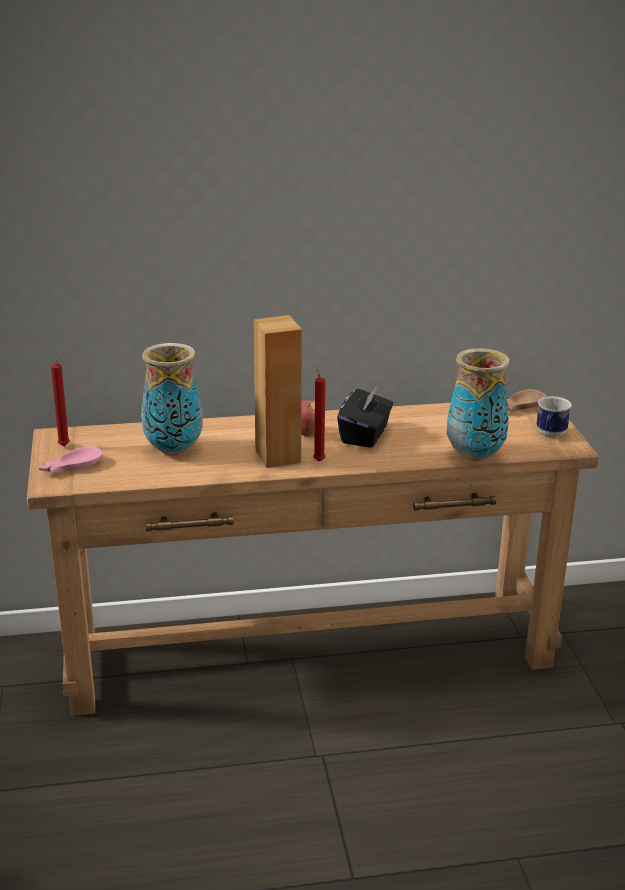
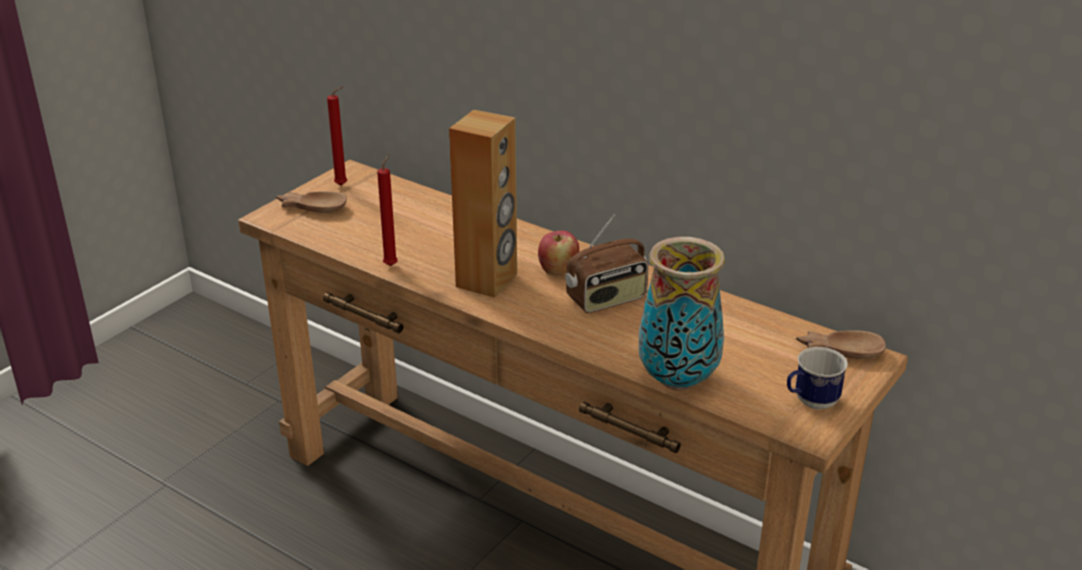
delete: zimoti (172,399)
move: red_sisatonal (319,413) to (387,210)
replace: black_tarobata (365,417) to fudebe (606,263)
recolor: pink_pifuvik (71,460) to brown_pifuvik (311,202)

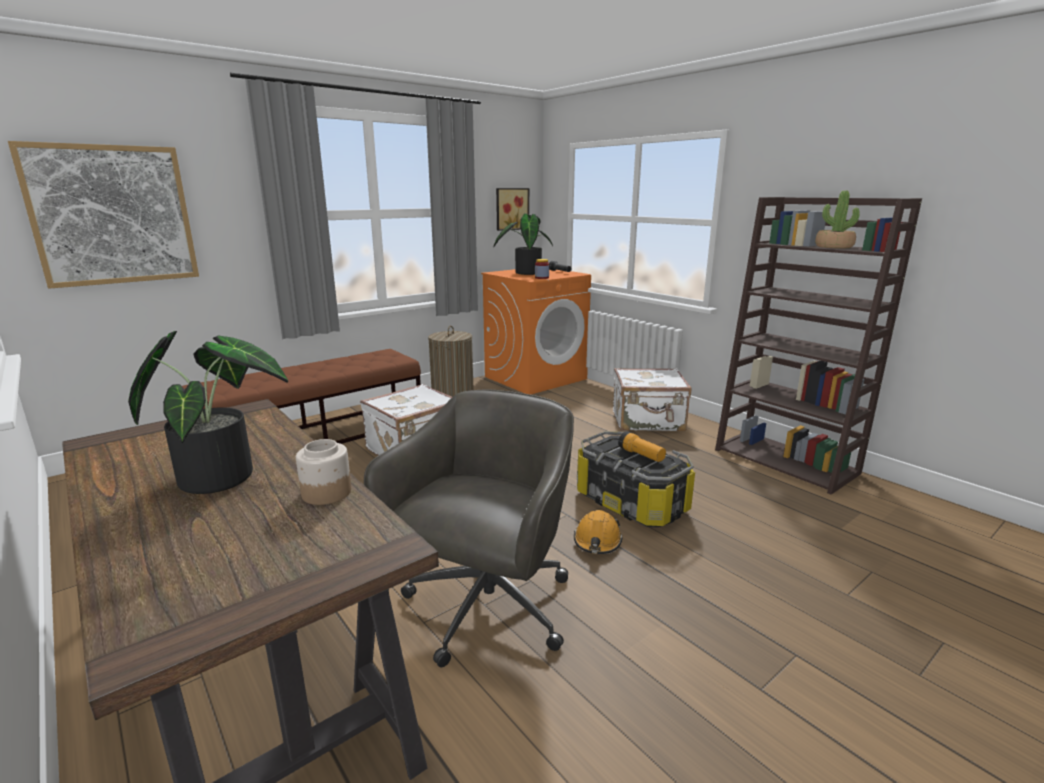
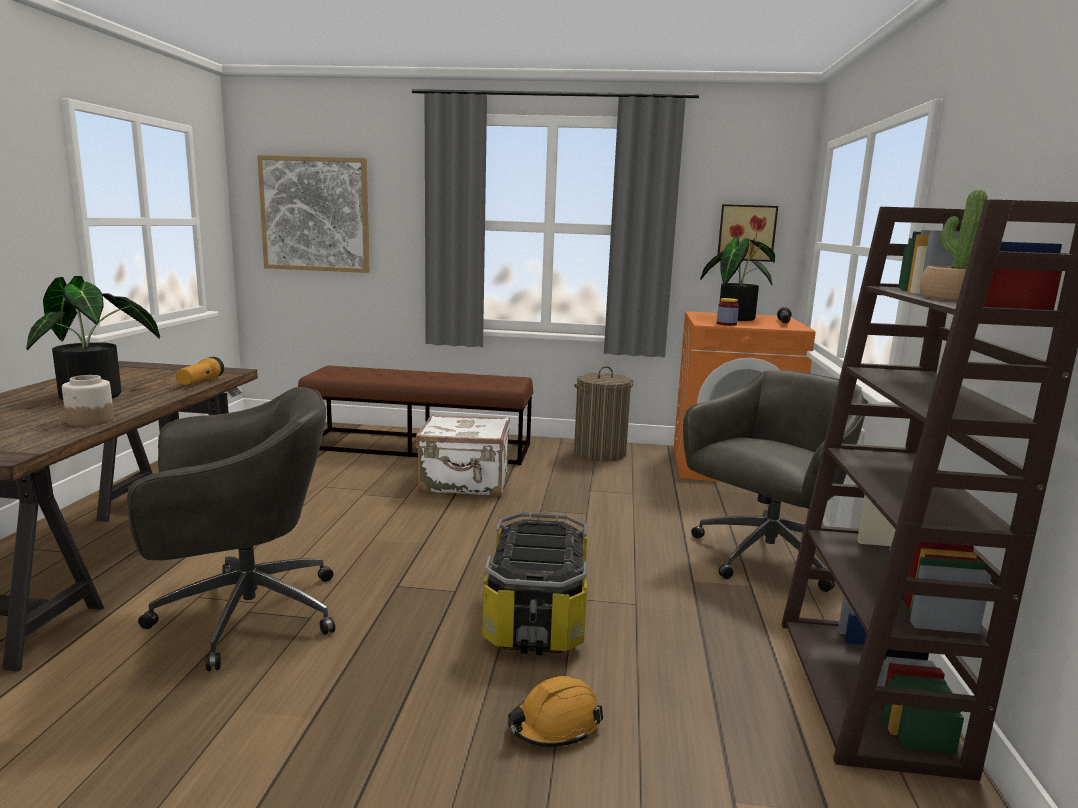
move: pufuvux (642,446) to (200,371); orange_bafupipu (598,532) to (555,711)
replace: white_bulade (652,399) to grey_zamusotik (775,481)

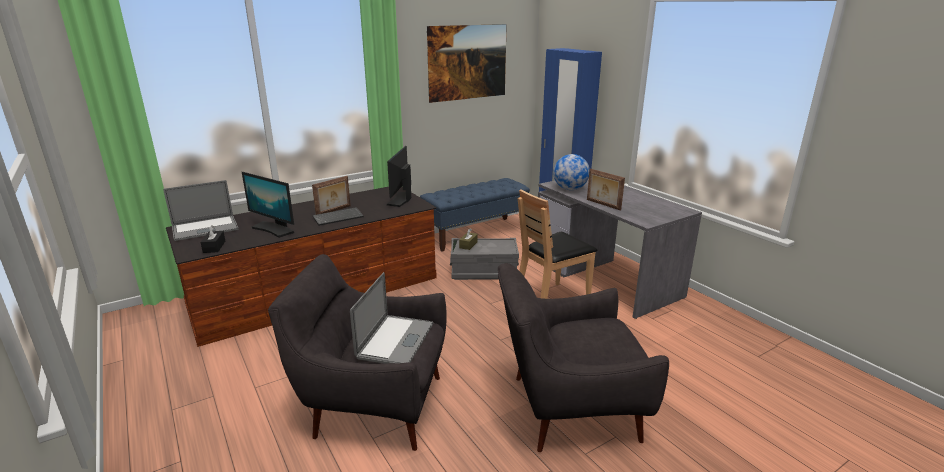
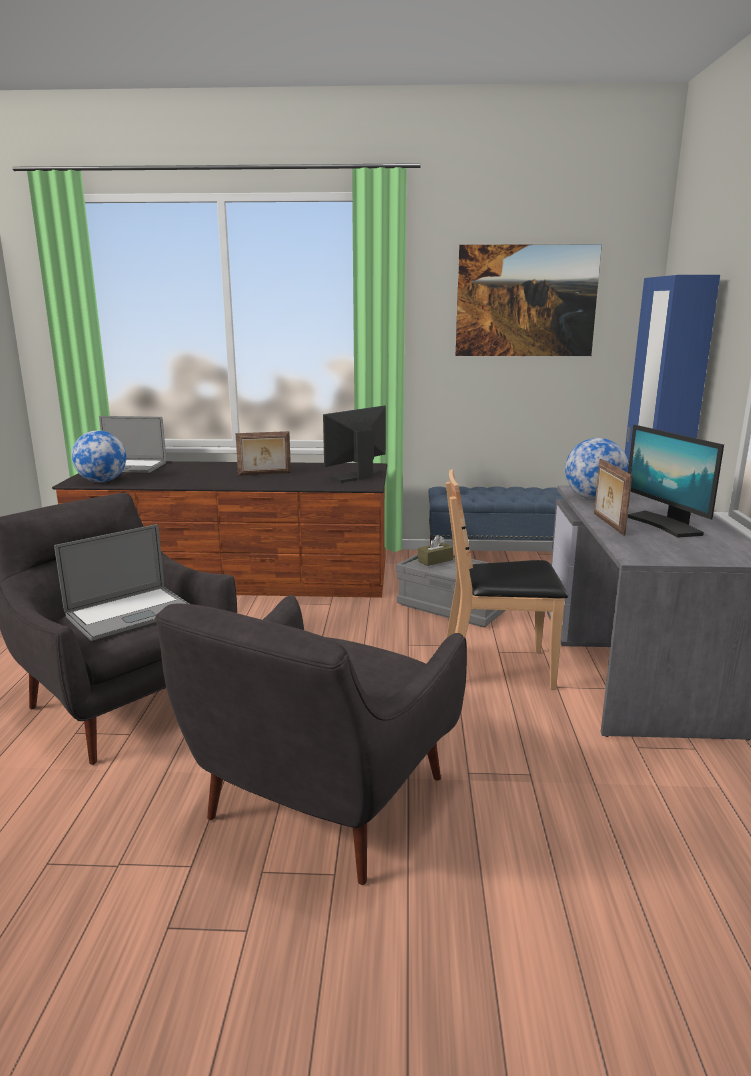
delete: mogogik (338,216)
move: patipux (268,205) to (675,481)
replace: black_tarobata (212,239) to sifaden (98,456)
rotate: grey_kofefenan (583,357) = (311,740) 90 degrees counterclockwise

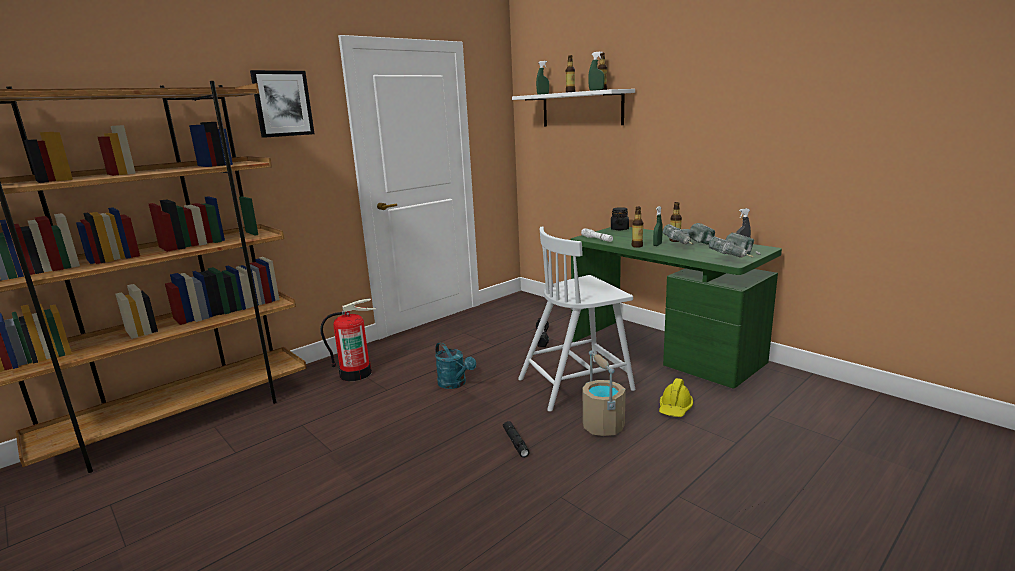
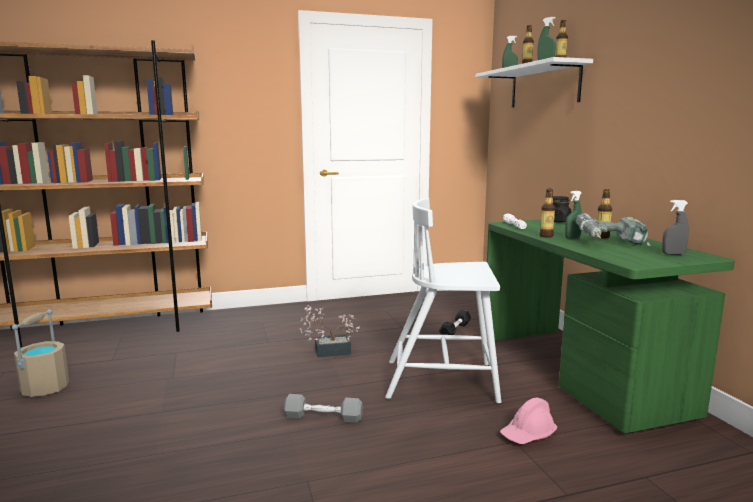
delete: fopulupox (282,104); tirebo (735,245); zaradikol (348,339)
move: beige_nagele (604,393) to (40,353)
replace: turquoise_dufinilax (455,365) to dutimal (330,331); black_pufuvux (516,439) to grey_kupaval (323,408)
recolor: yellow_bafupipu (676,397) to pink_bafupipu (528,421)

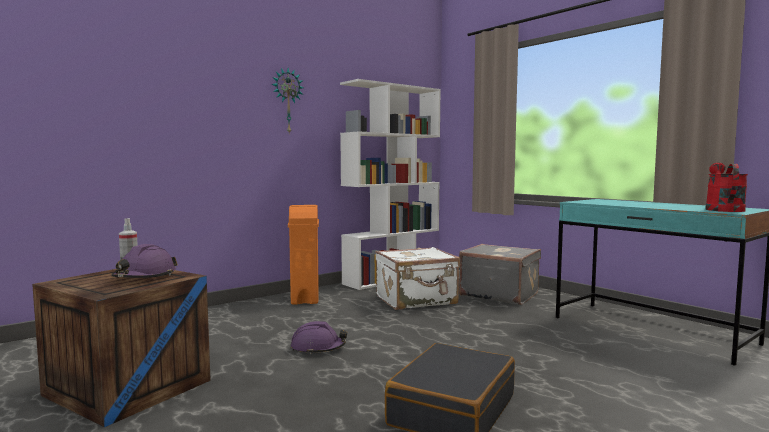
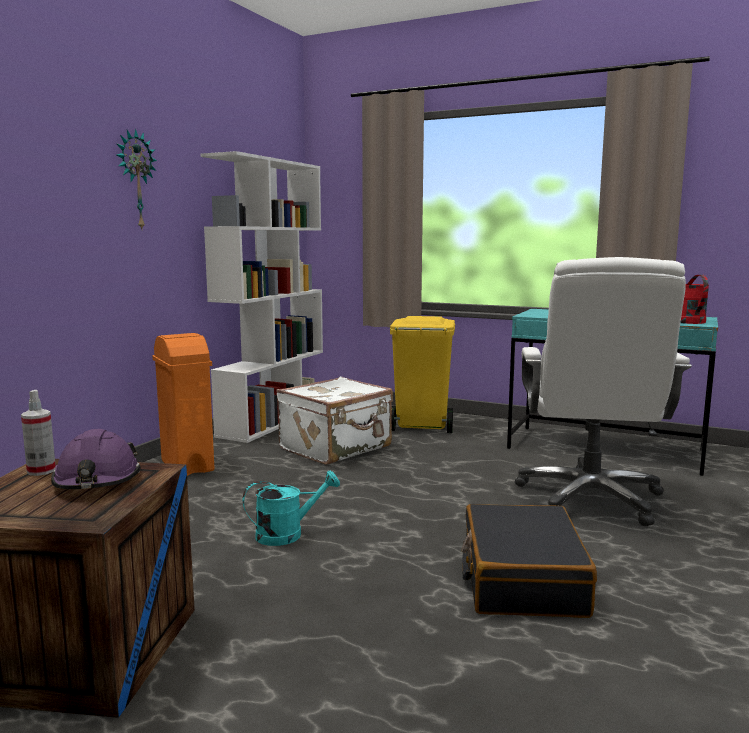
insert: white_zamusotik (603,391)
replace: grey_bulade (500,274) to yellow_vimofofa (422,374); purple_bafupipu (319,338) to turquoise_dufinilax (291,508)

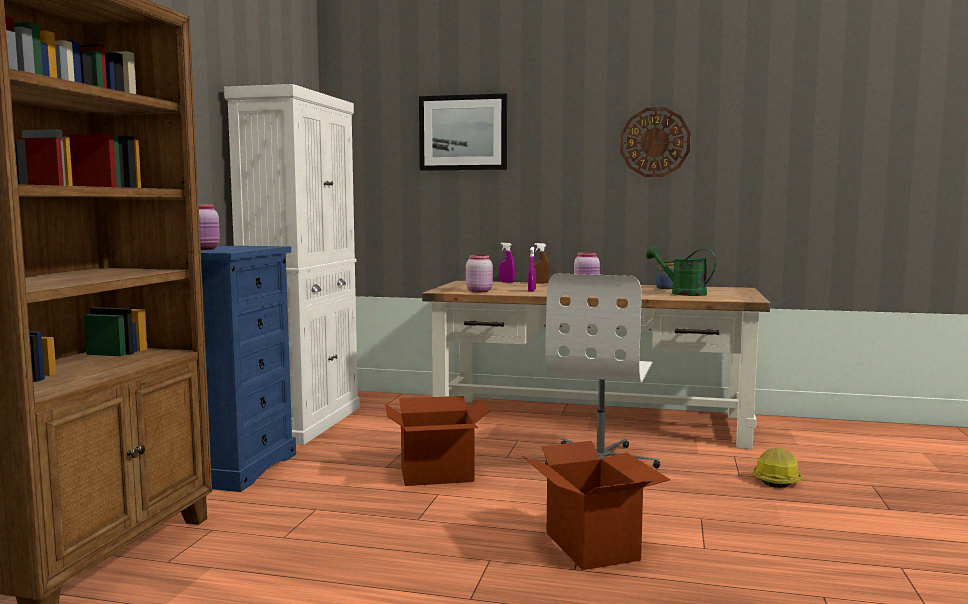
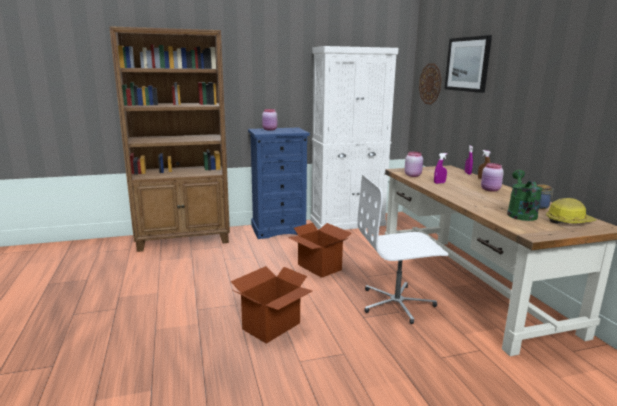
move: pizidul (655,142) to (430,84); bafupipu (777,468) to (571,211)

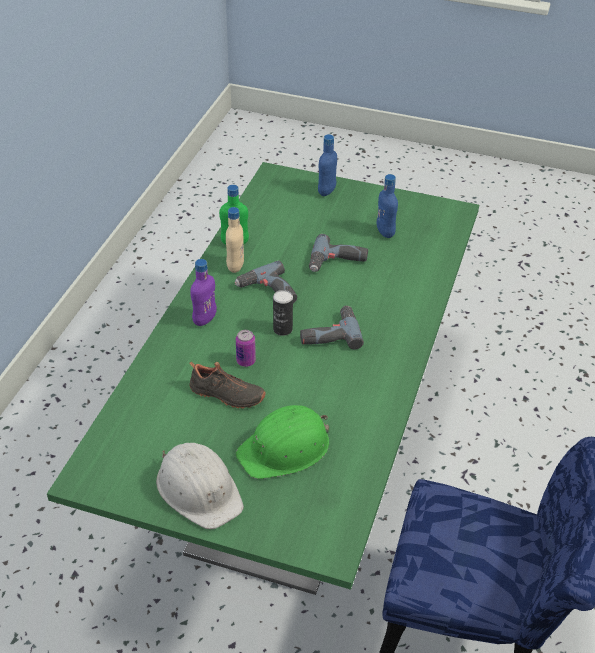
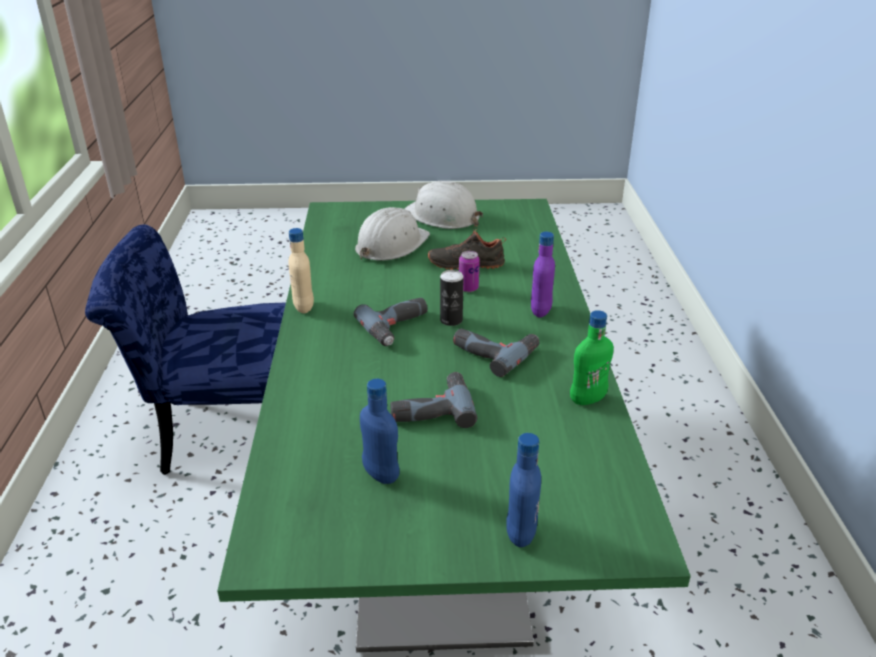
move: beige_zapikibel (235,240) to (301,270)
recolor: green_bafupipu (282,442) to white_bafupipu (392,234)

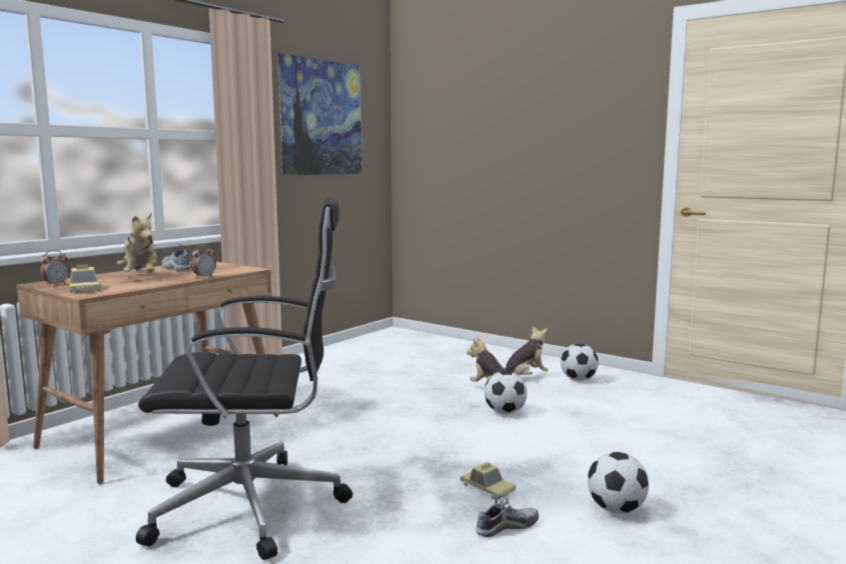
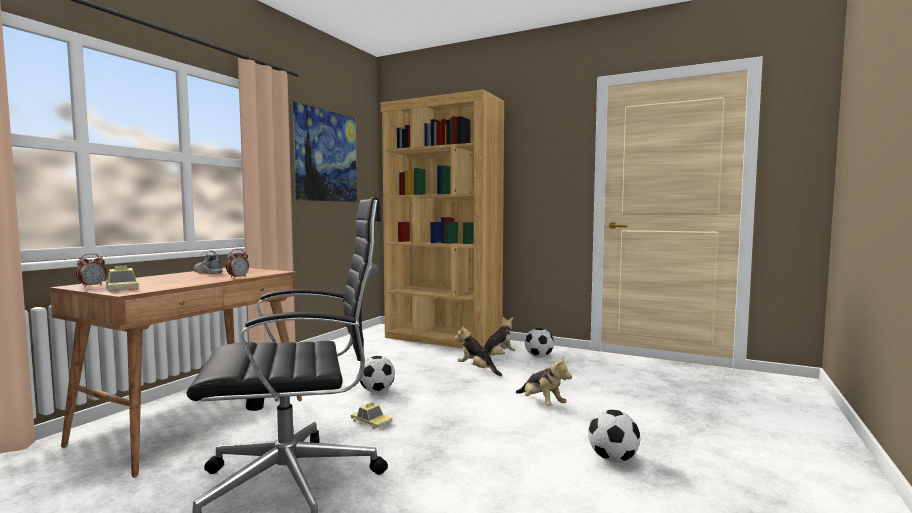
delete: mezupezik (507,516)
insert: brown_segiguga (442,219)
move: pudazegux (137,242) to (544,381); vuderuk (505,392) to (377,374); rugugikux (488,480) to (371,415)

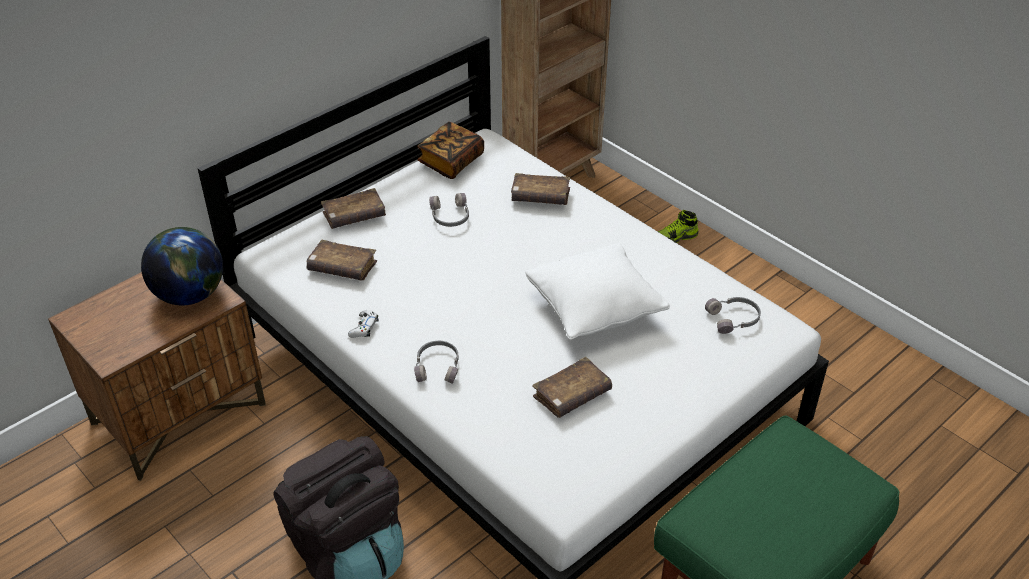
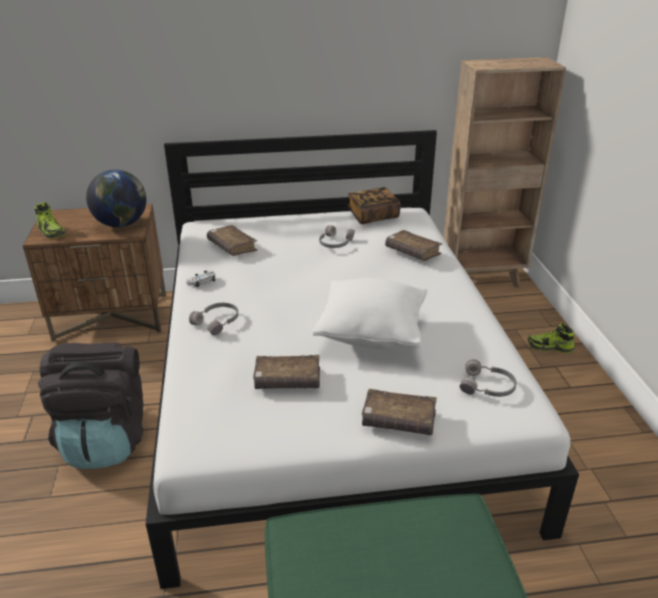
insert: mezupezik (50,220)
move: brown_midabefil (353,208) to (399,412)

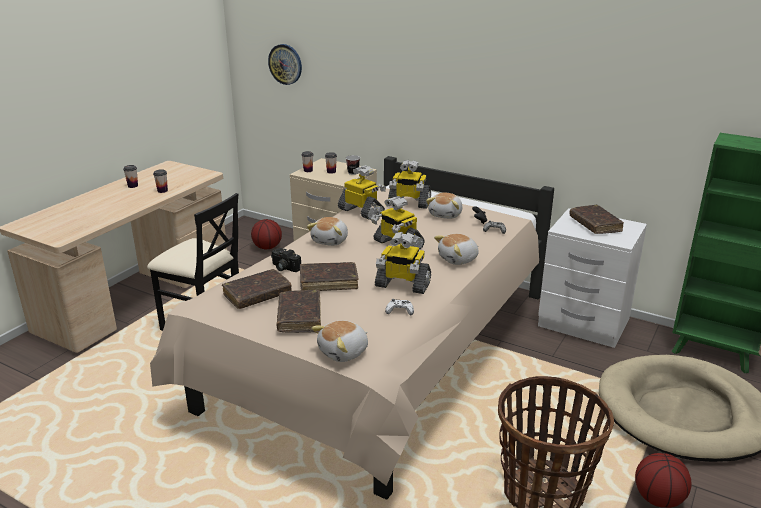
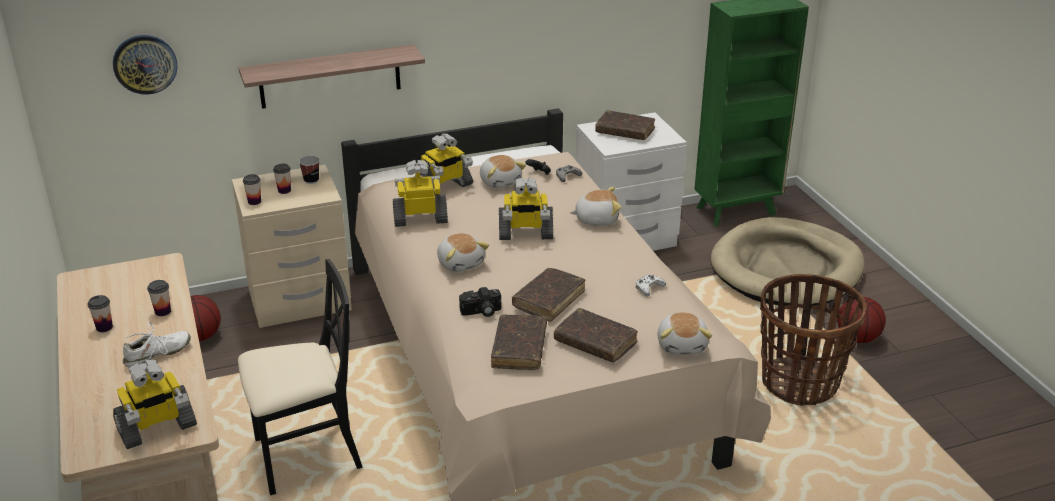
insert: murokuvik (332,76); white_mezupezik (157,344)
move: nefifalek (403,263) to (155,404)
rotate: pudazegux (456,249) = (595,206) 105 degrees counterclockwise

